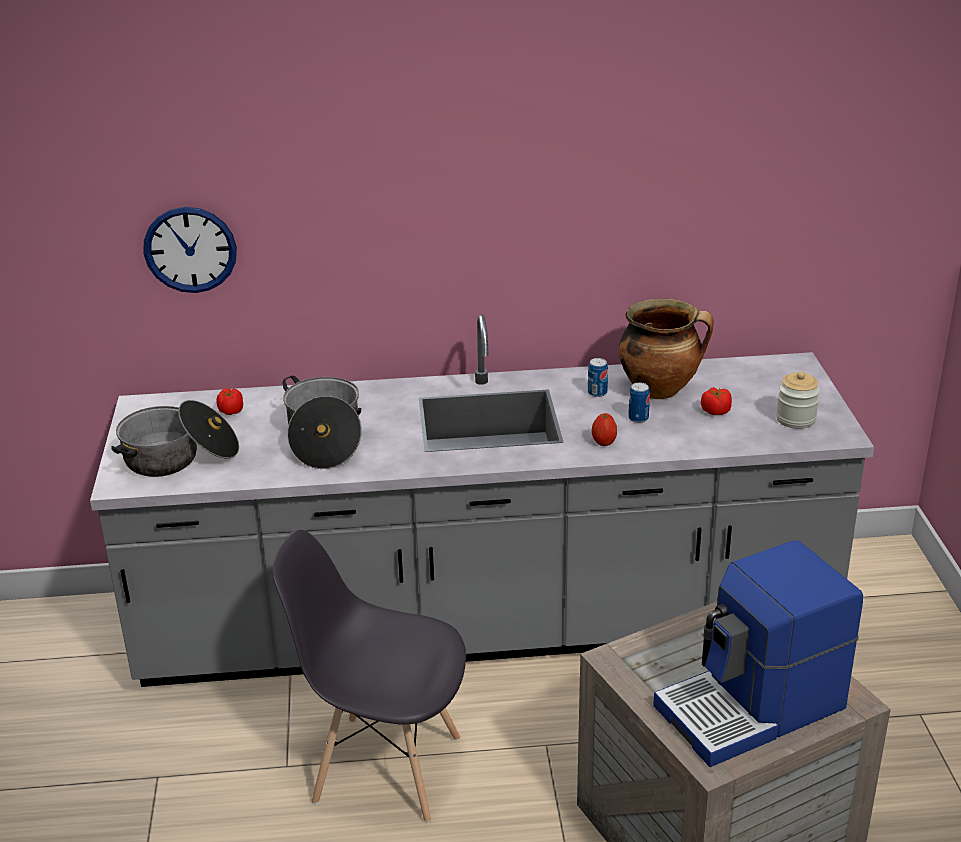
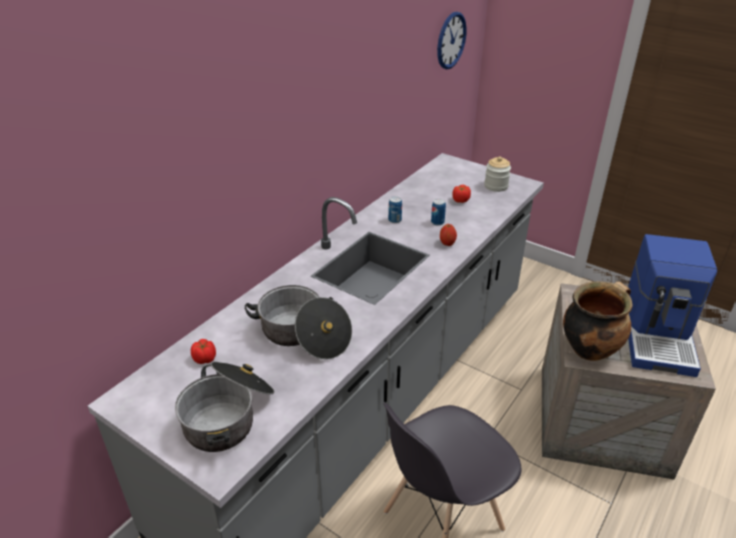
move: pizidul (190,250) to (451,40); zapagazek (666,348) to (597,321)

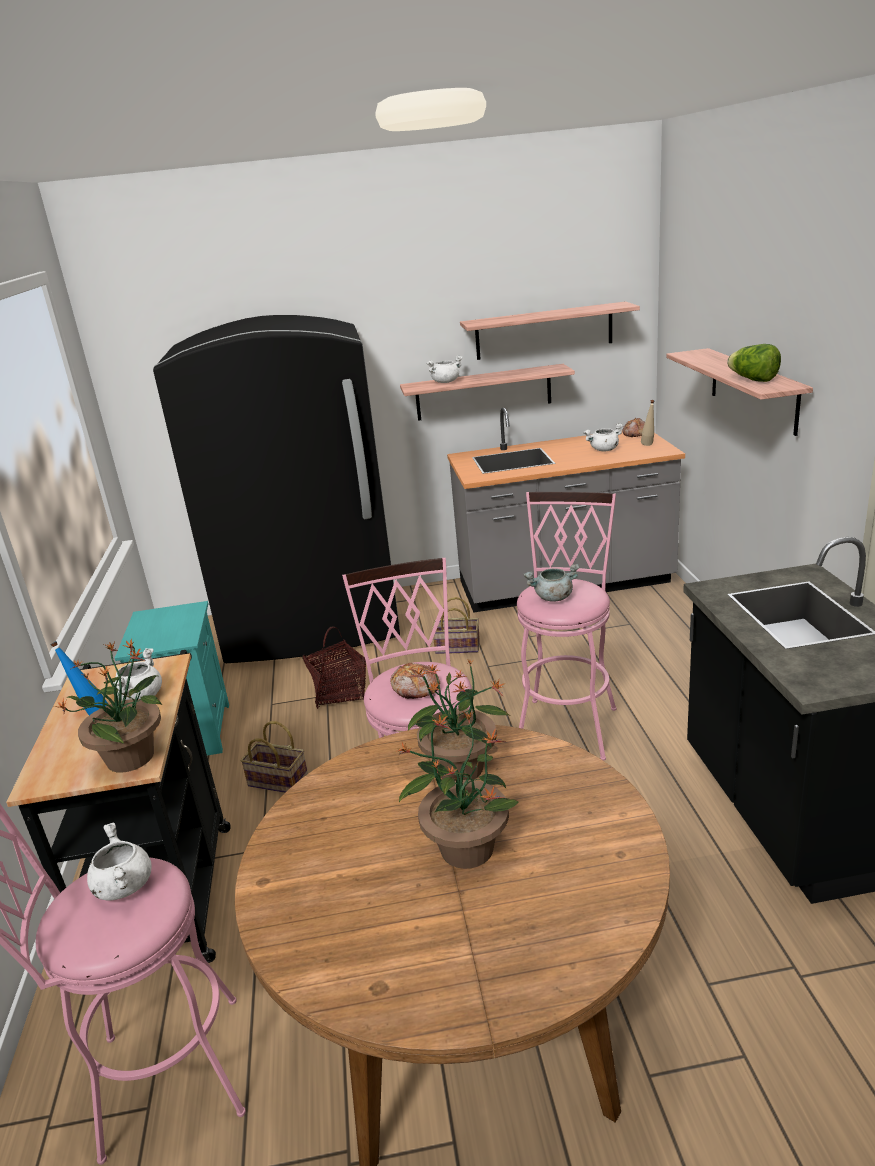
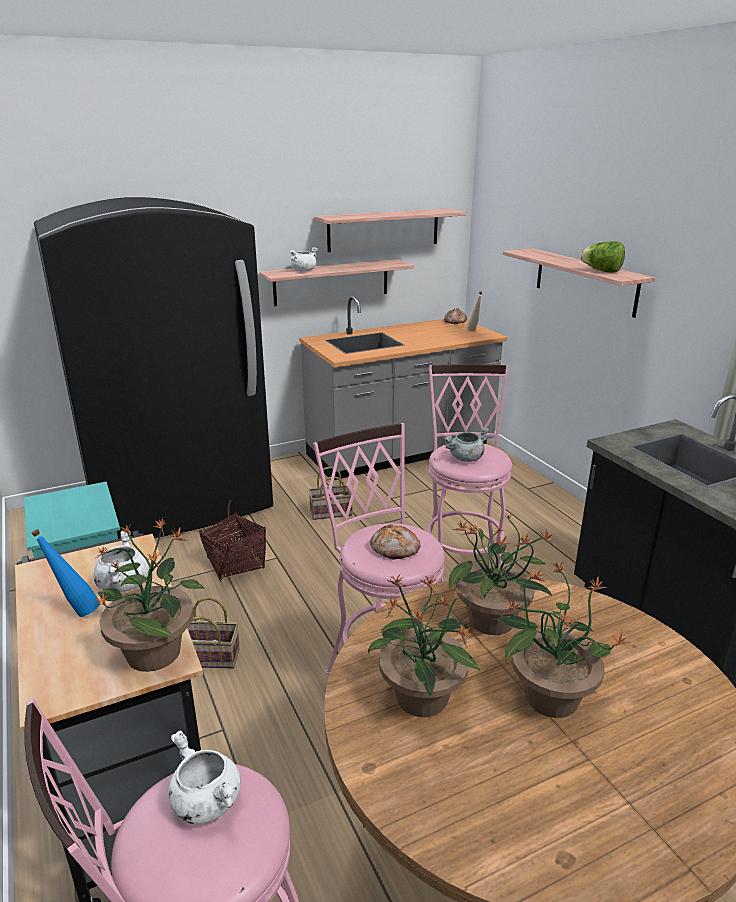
delete: white_zapagazek (603,437)
insert: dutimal (424,645)

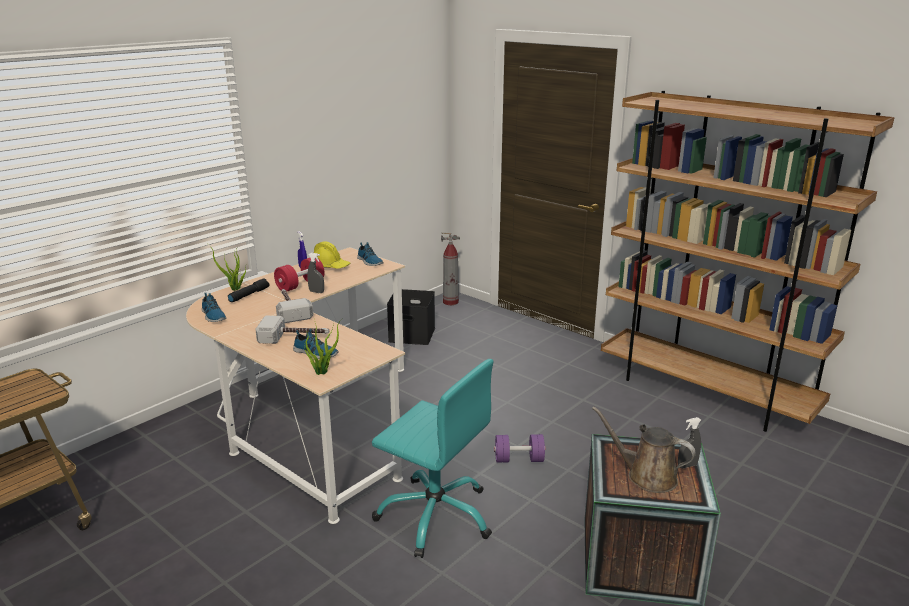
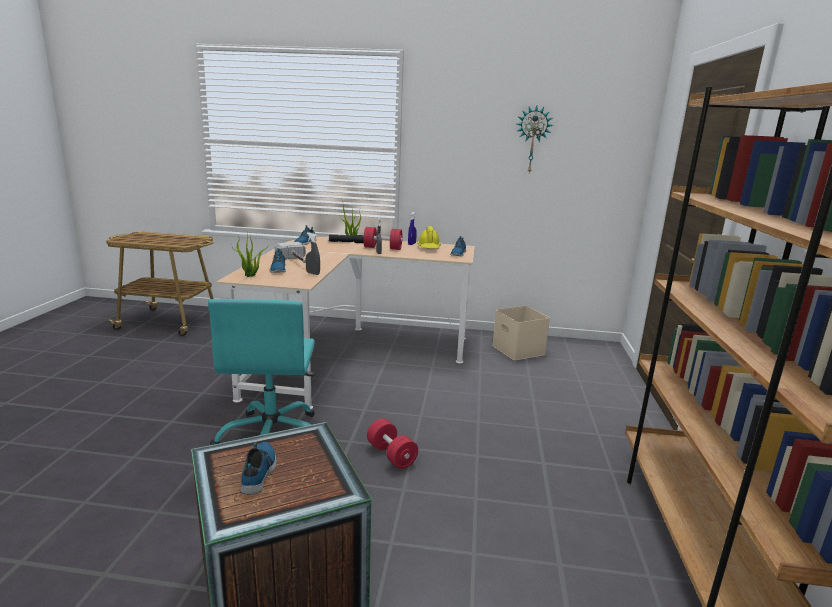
delete: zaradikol (450,268); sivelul (294,306)
insert: pizidul (535,139)
move: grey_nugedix (689,442) to (313,253)
replace: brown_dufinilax (644,449) to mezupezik (259,468)
recolor: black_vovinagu (411,317) to beige_vovinagu (521,333); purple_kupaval (519,448) to red_kupaval (392,443)

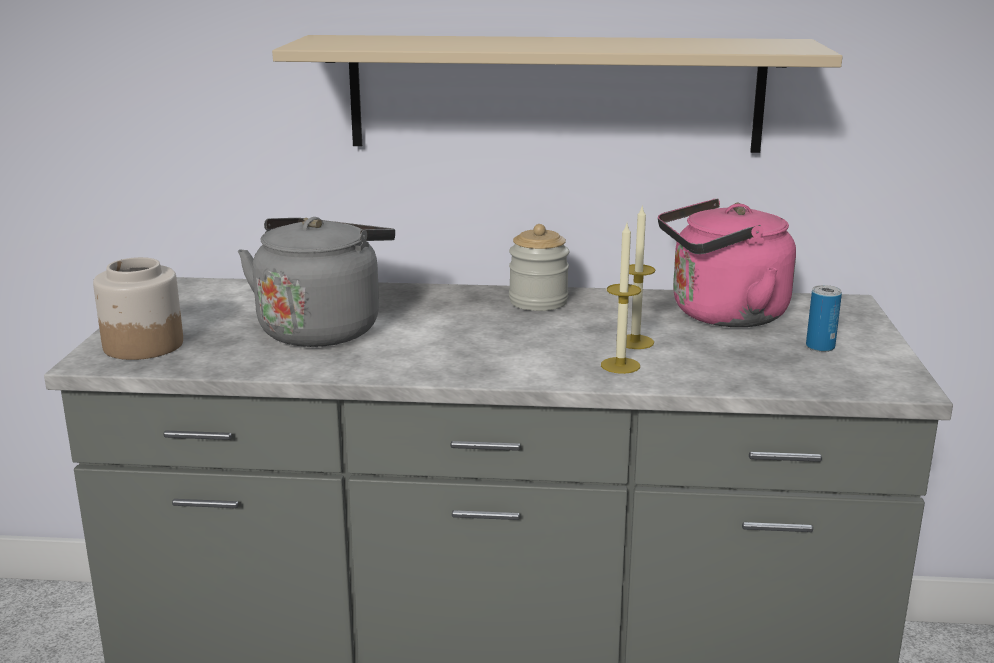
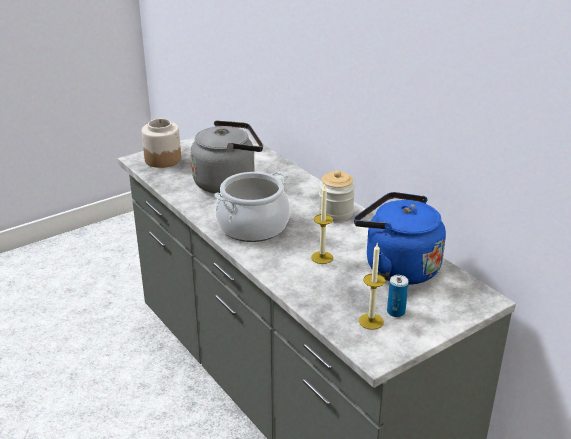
delete: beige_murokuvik (557,94)
insert: zapagazek (252,206)
move: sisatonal (621,299) to (372,287)
recolor: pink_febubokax (727,263) to blue_febubokax (400,238)

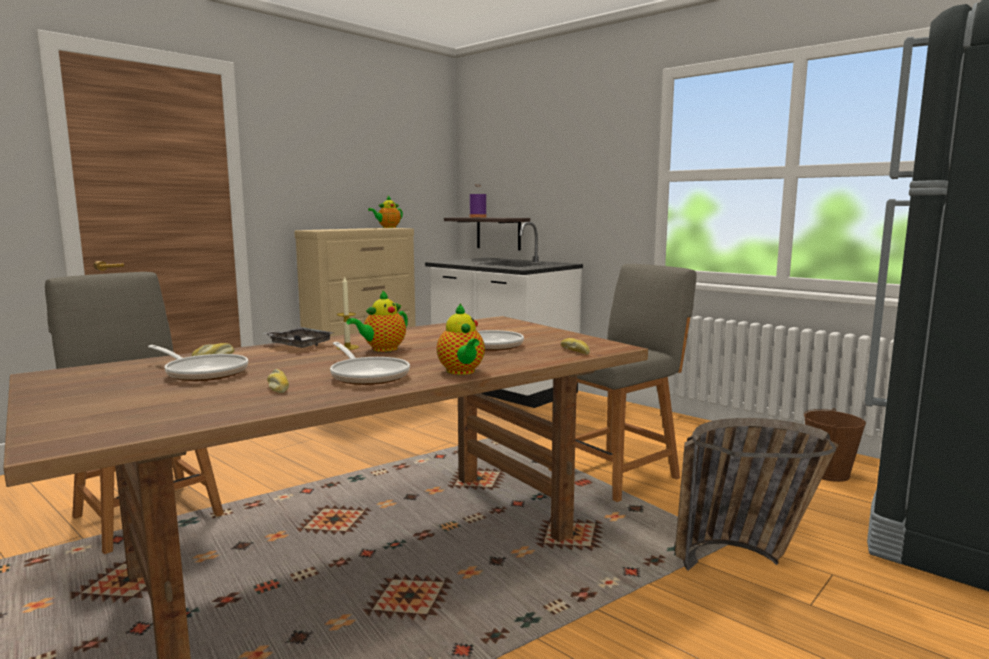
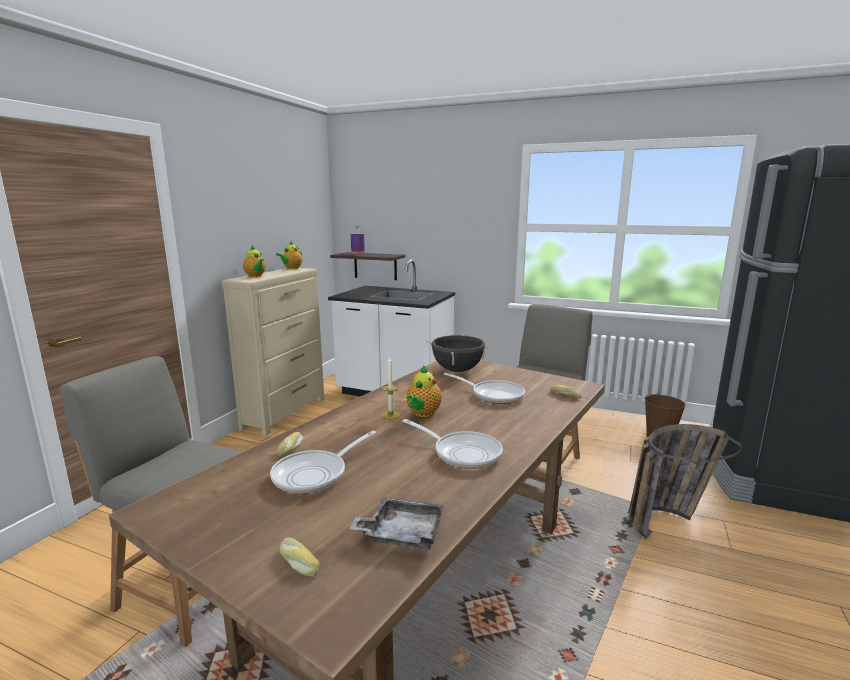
insert: black_zapagazek (459,353)
move: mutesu (461,339) to (254,261); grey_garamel (298,337) to (396,523); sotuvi (278,381) to (300,557)
rotate: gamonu (198,363) = (323,462) 120 degrees clockwise

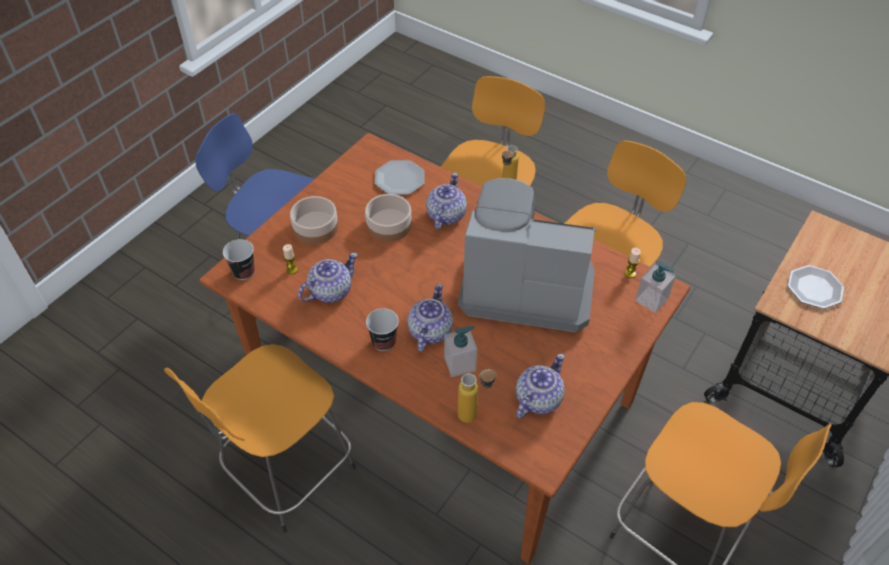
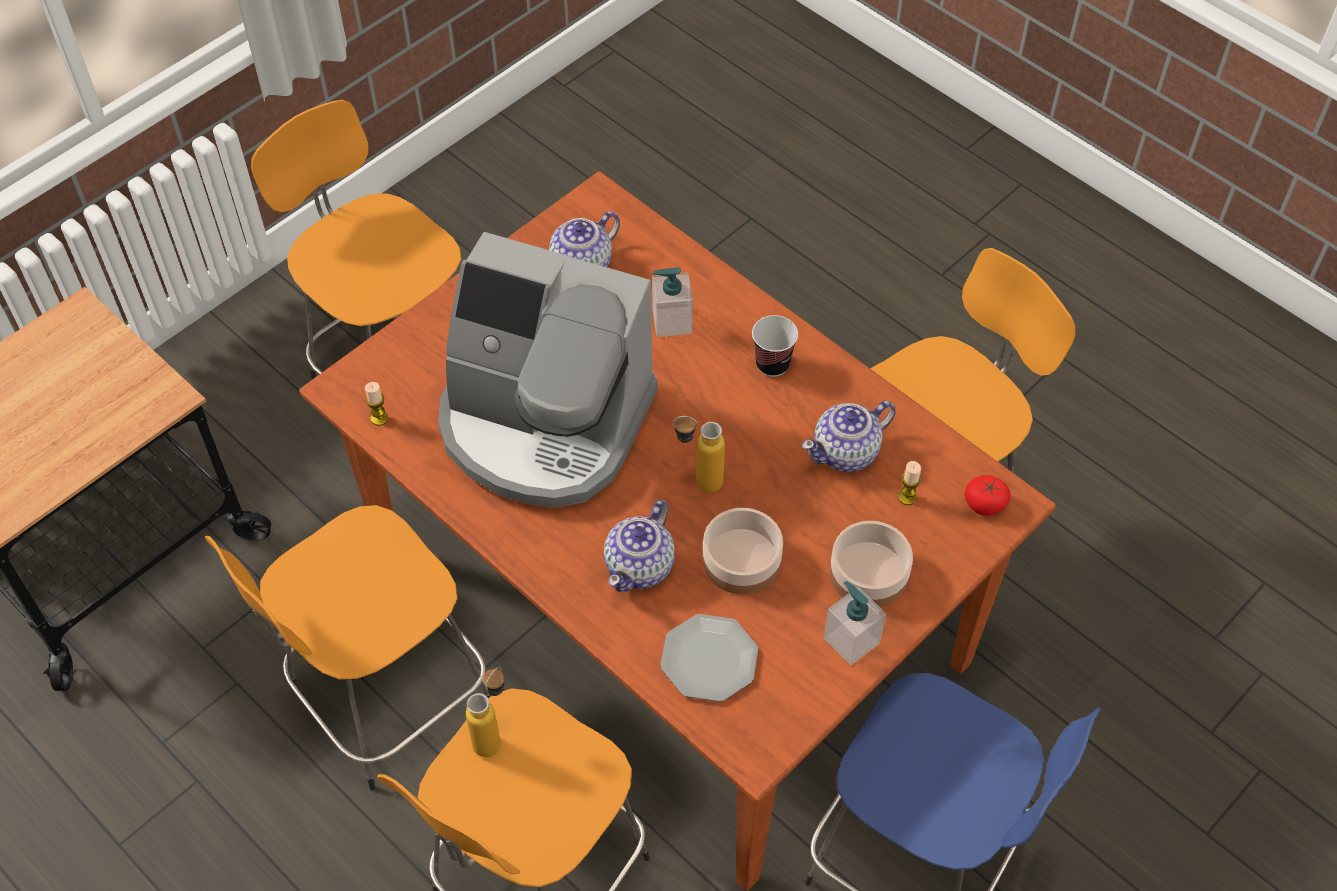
delete: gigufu (816,287); mutesu (430,317)
move: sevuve (655,287) to (855,623); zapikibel (477,396) to (699,454)
replace: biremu (239,259) to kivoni (987,495)

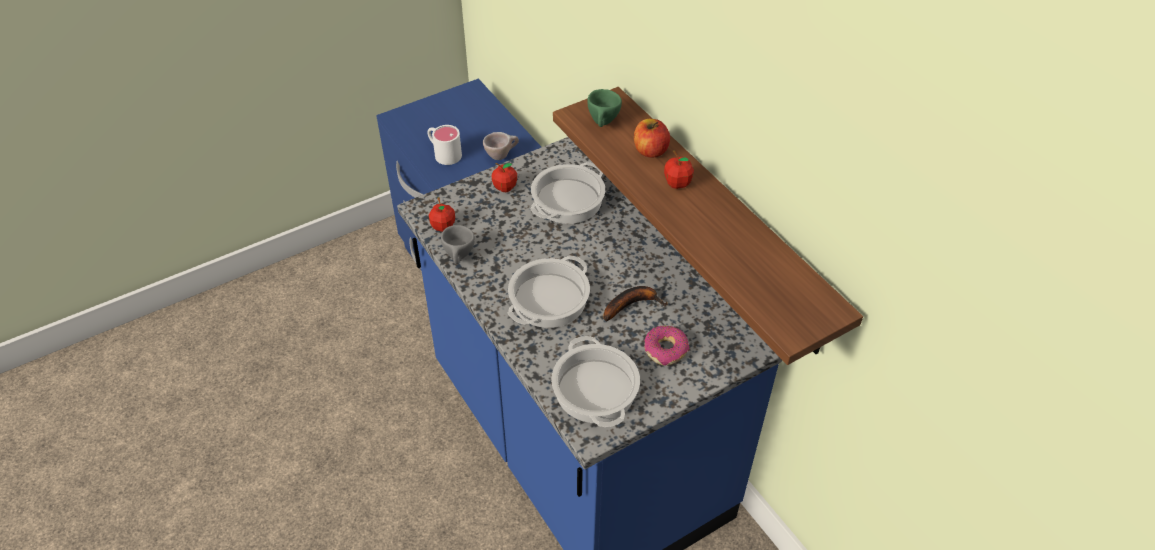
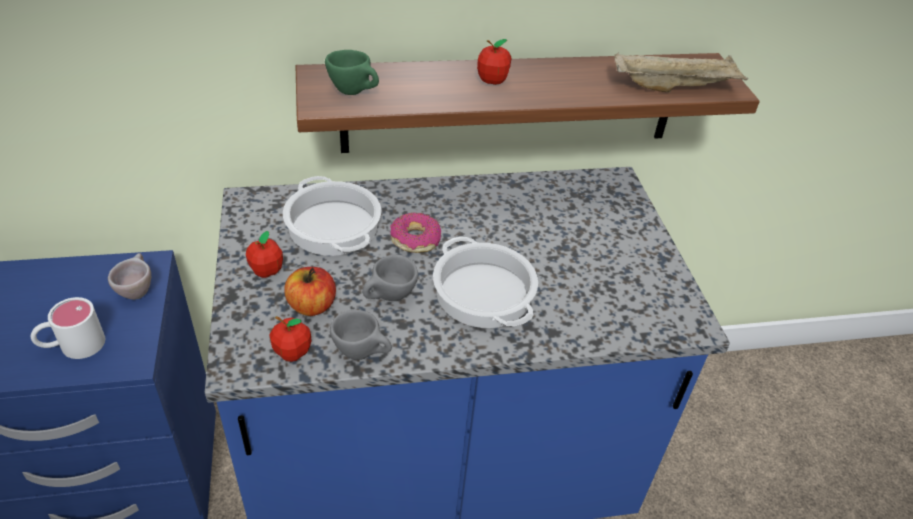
delete: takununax (636,304); zapagazek (595,381)
insert: beige_garamel (681,72); grey_biremu (390,278)
move: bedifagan (652,138) to (310,291); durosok (667,345) to (415,233)

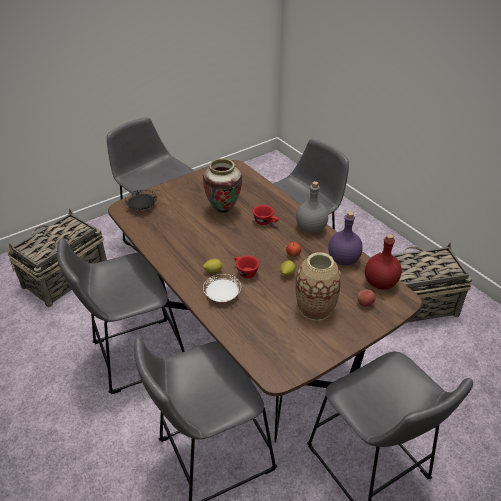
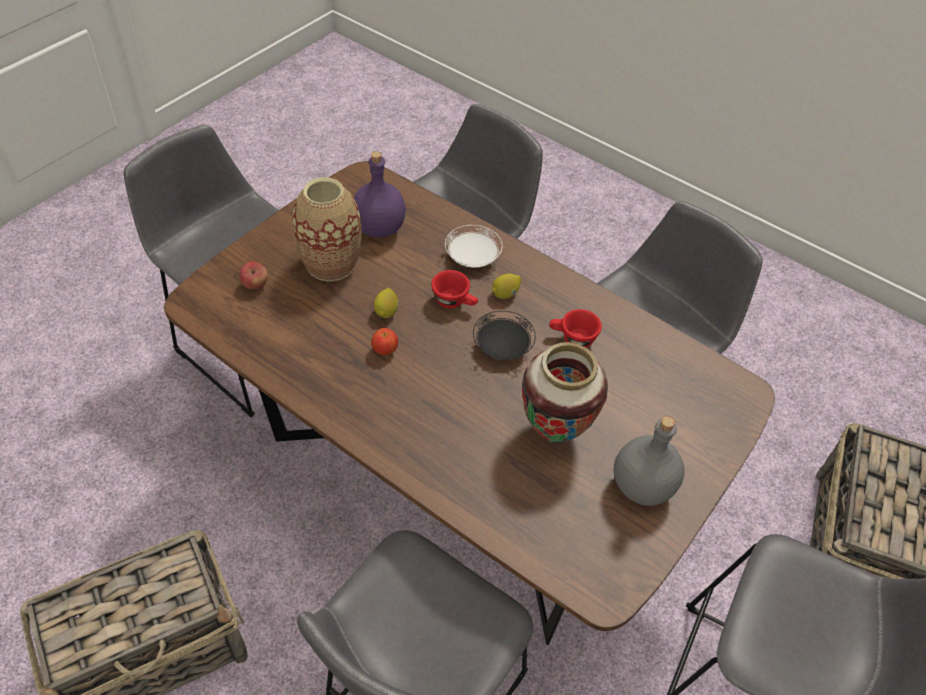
delete: red_zapikibel (383,262)
move: grey_zapikibel (312,207) to (649,461); black_gigufu (141,200) to (504,335); red_biremu (266,215) to (575,328); purple_zapikibel (345,238) to (380,194)

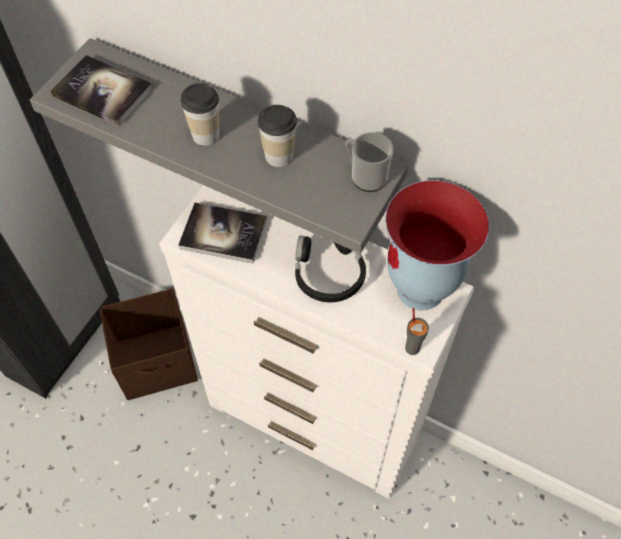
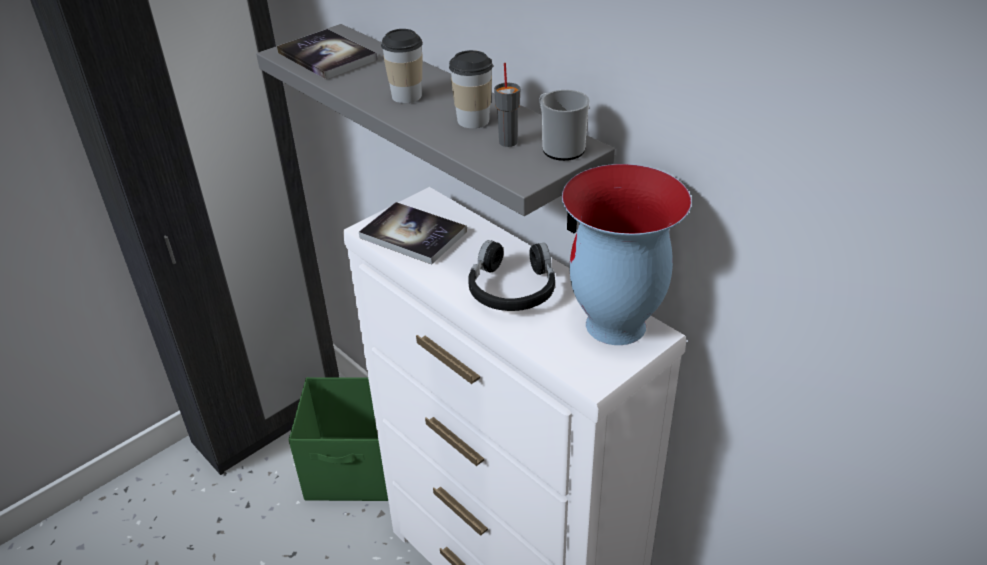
move: grey_biremu (417,331) to (507,105)
recolor: brown_vovinagu (148,344) to green_vovinagu (338,439)

